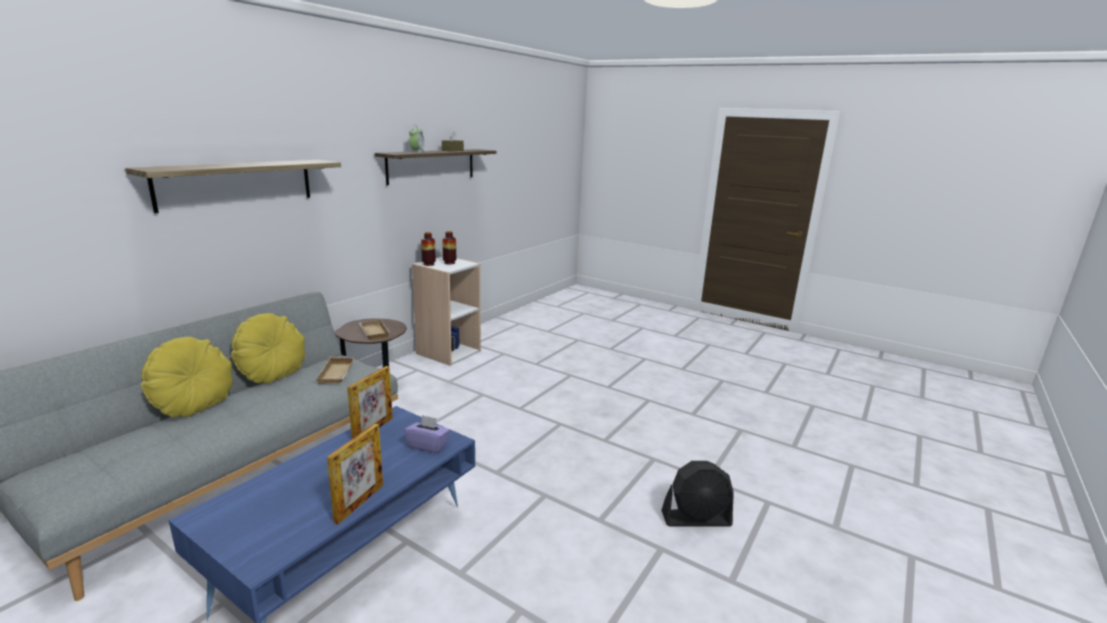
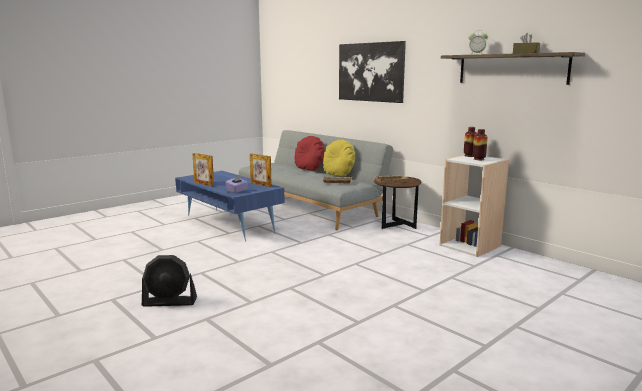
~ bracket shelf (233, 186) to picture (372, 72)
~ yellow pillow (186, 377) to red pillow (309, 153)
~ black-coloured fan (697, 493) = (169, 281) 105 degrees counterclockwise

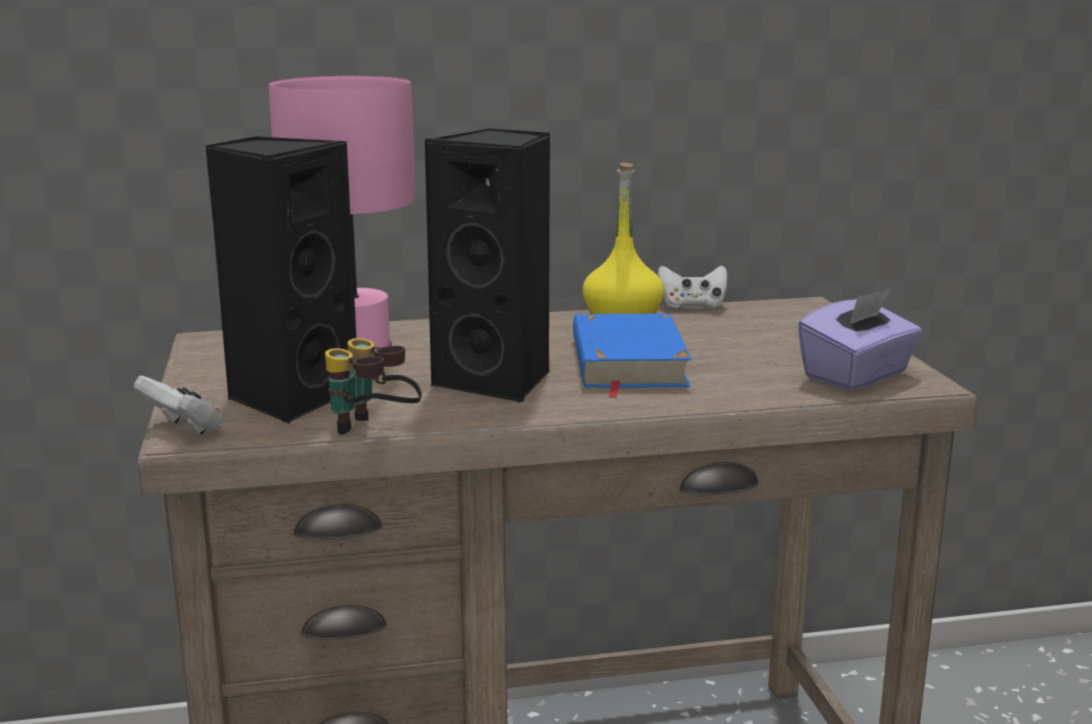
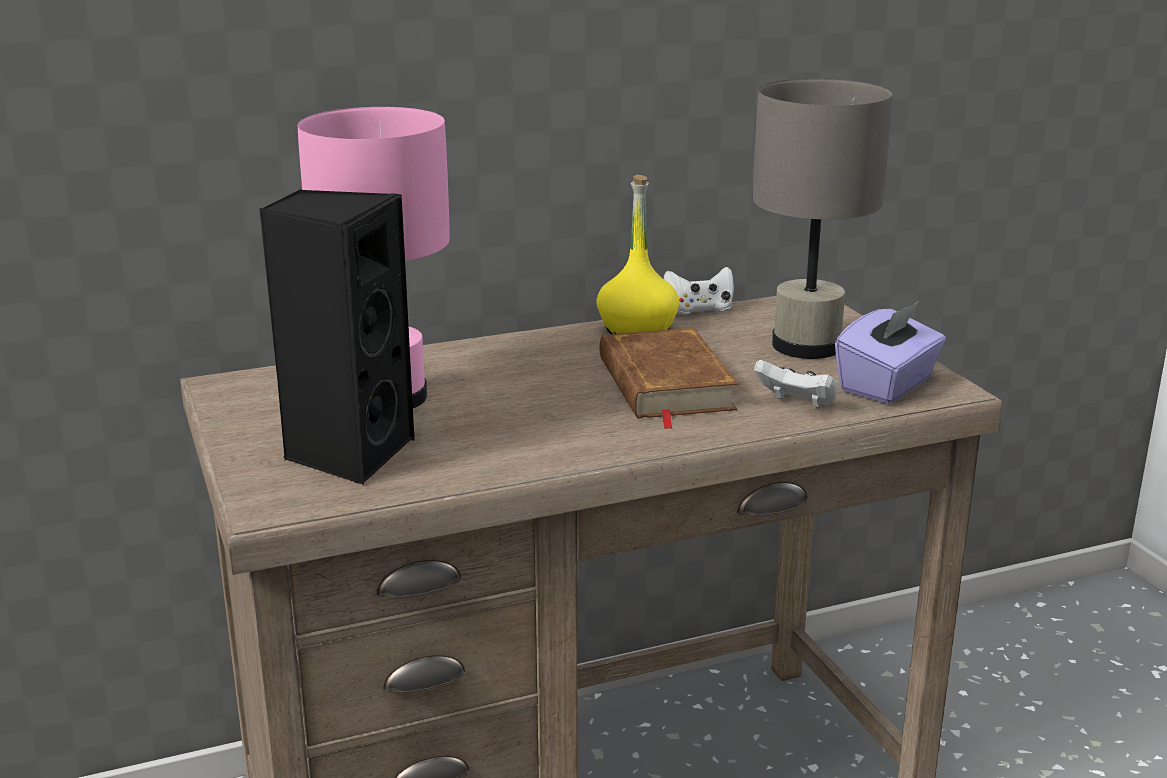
- black-coloured speaker (487, 266)
~ blue-coloured bound book (632, 356) to brownish bound book (669, 378)
- pair of binoculars (373, 386)
~ white gamepad (179, 405) to (796, 384)
+ grey tabletop lamp (823, 219)

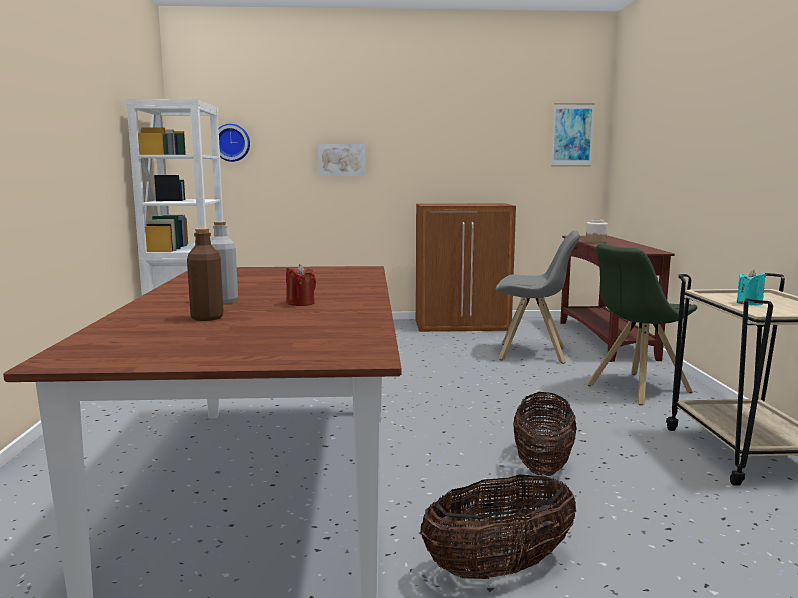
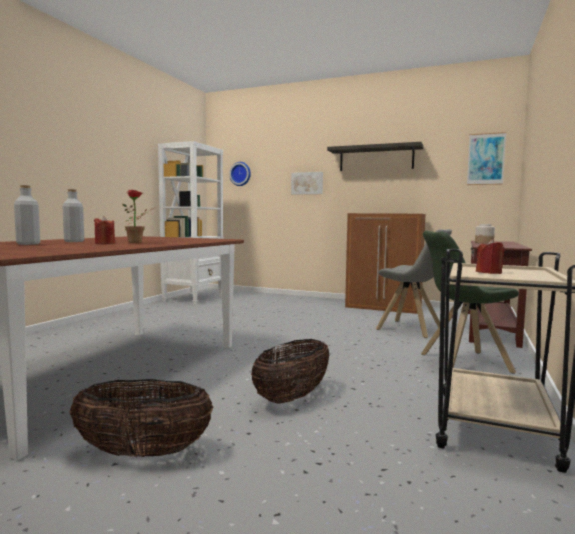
~ brownish bottle (205, 274) to grey bottle (27, 215)
~ blue-green wax candle (751, 288) to red wax candle (490, 256)
+ bracket shelf (375, 156)
+ potted plant (138, 216)

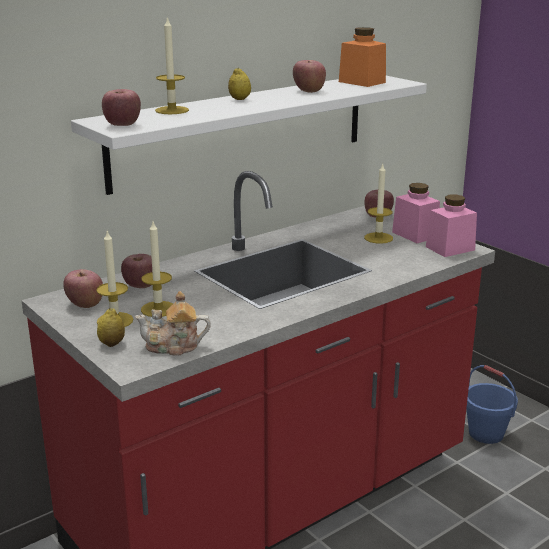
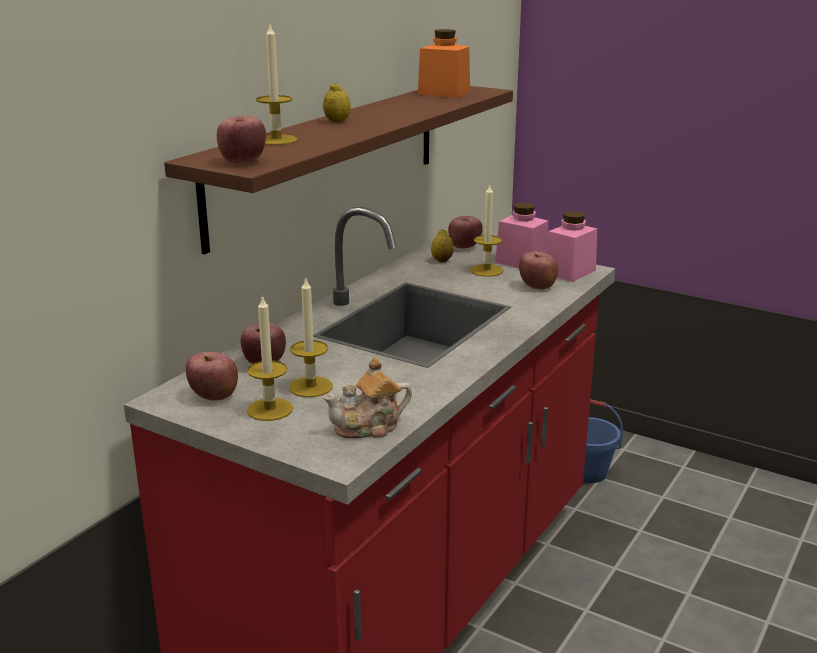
~ whole apple (309, 76) to (538, 270)
~ white bracket shelf (249, 135) to brownish bracket shelf (338, 170)
~ whole lemon (111, 327) to (442, 246)

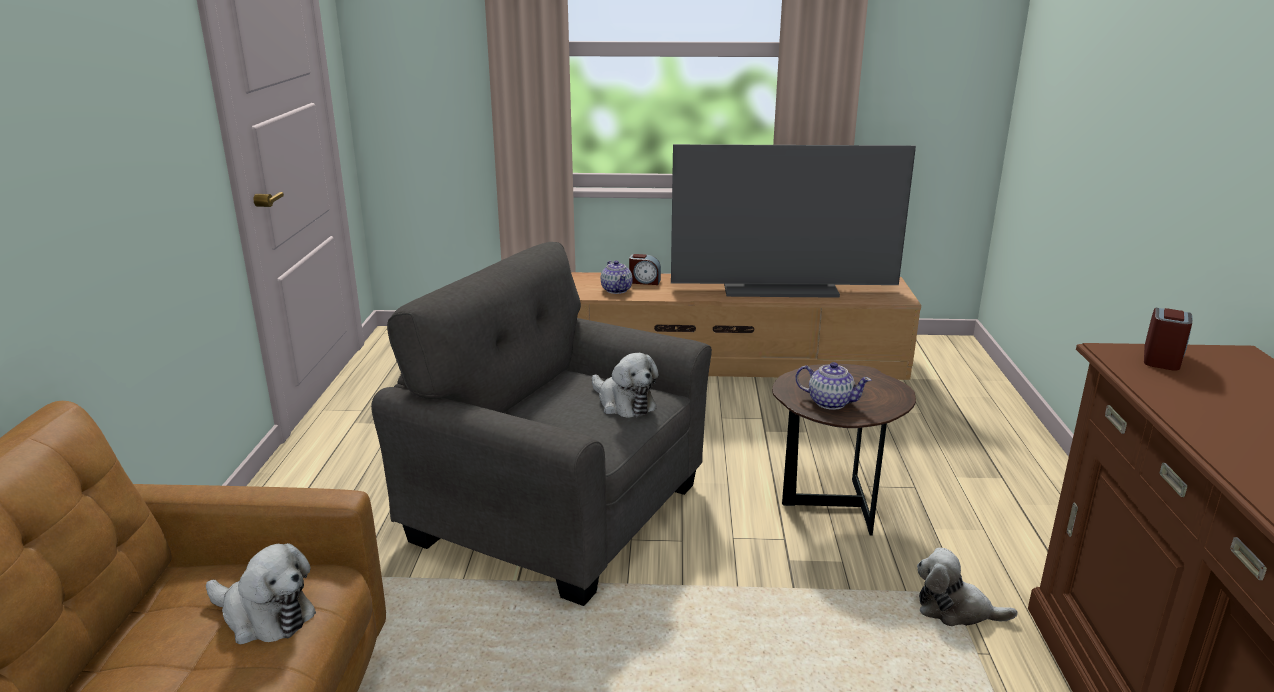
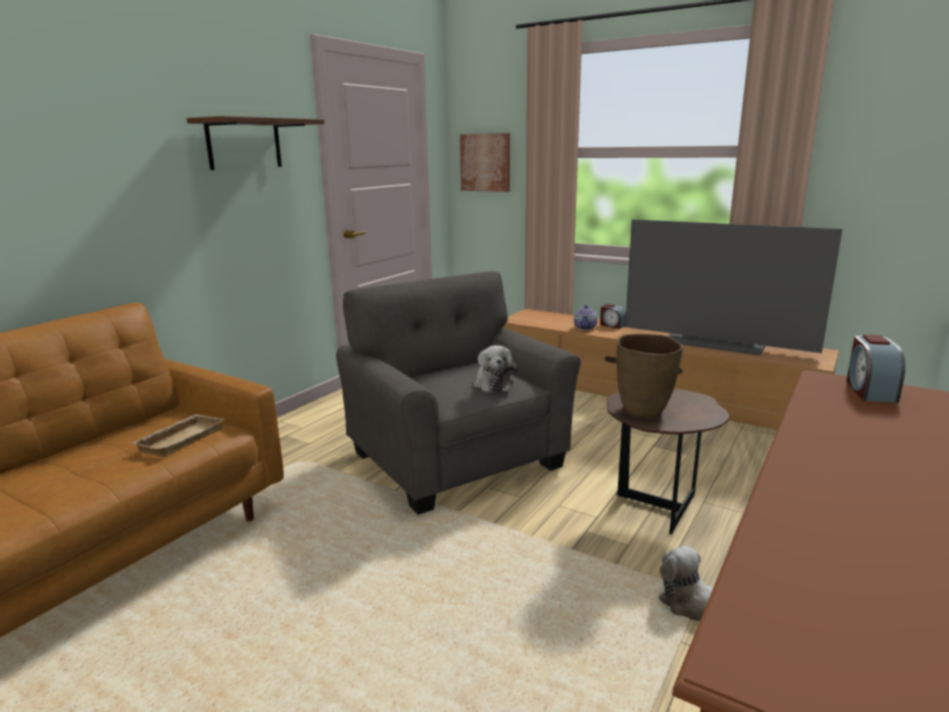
~ bedside clock (1168, 339) = (875, 368) 135 degrees clockwise
~ teapot (833, 386) to brownish decorative vase (649, 376)
~ plush toy (261, 593) to beige tray (177, 435)
+ bracket shelf (255, 143)
+ picture (485, 162)

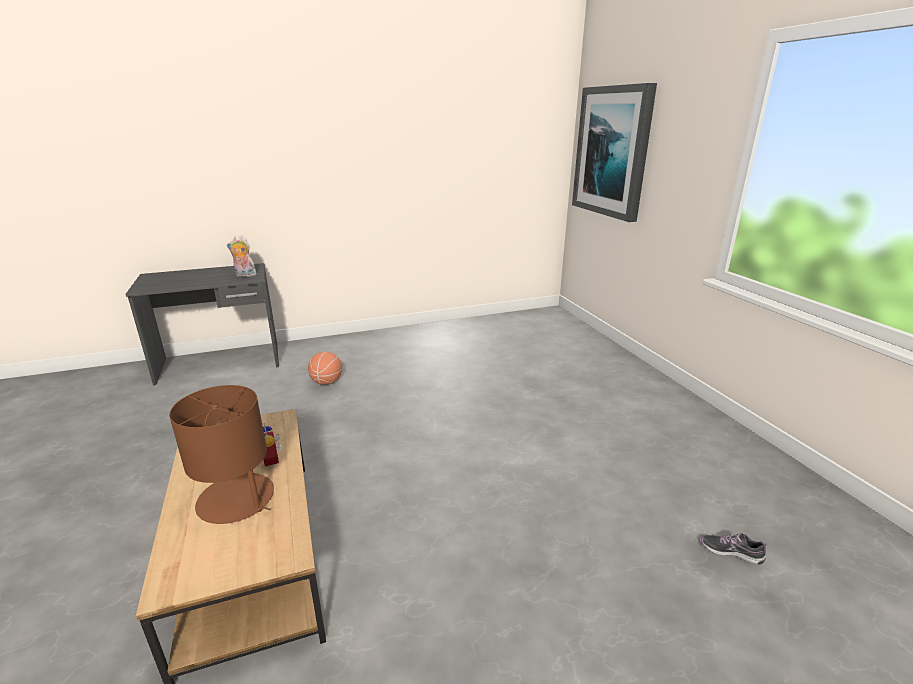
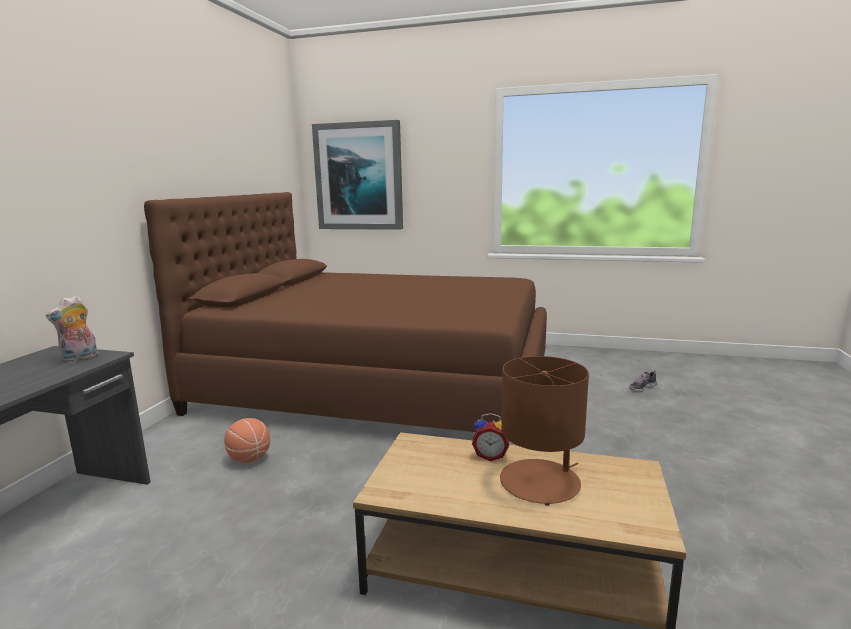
+ brownish bedroom bed (345, 312)

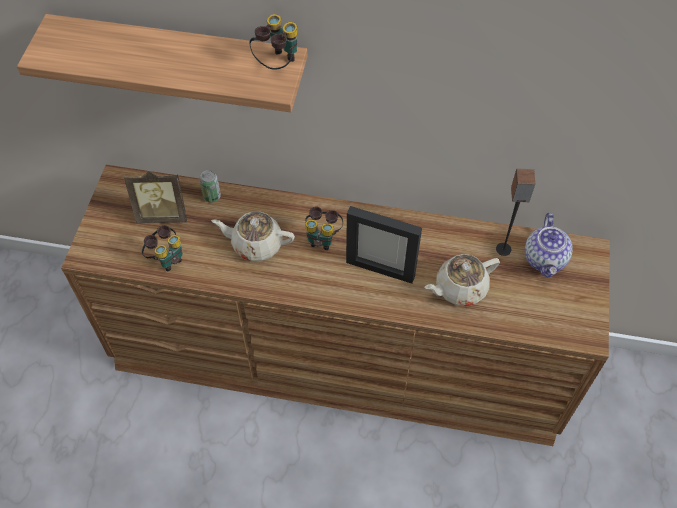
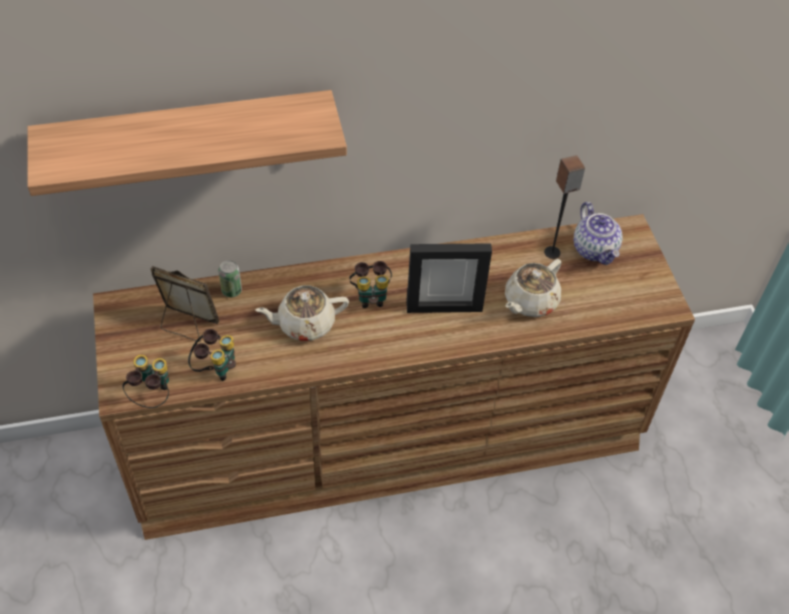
~ pair of binoculars (273, 42) to (145, 381)
~ picture frame (155, 197) = (185, 304) 135 degrees counterclockwise

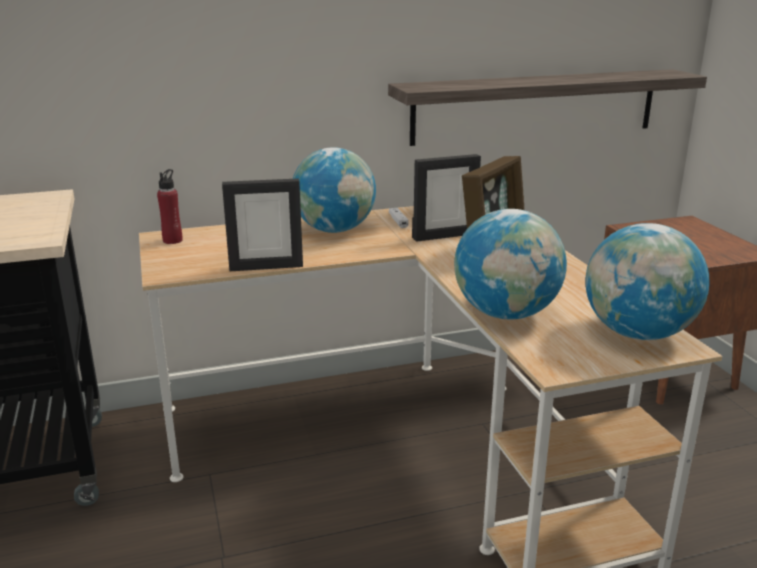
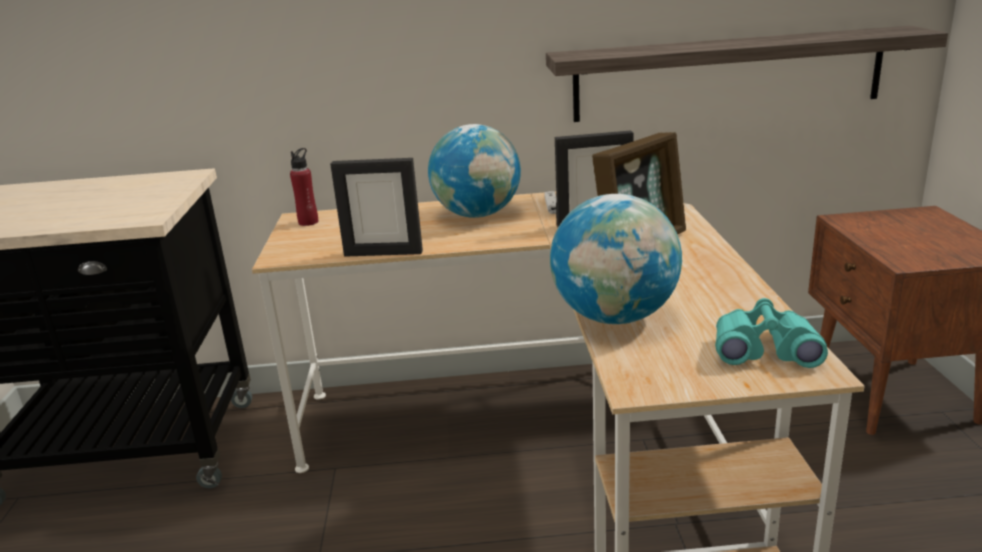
~ world globe (647, 281) to blue-green pair of binoculars (771, 333)

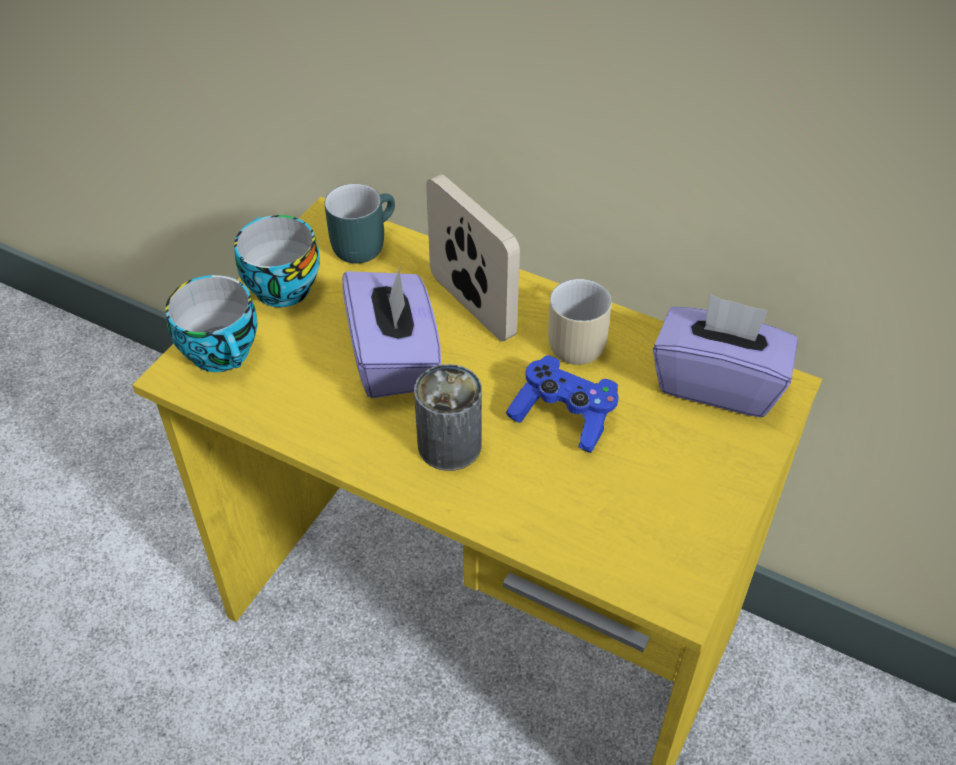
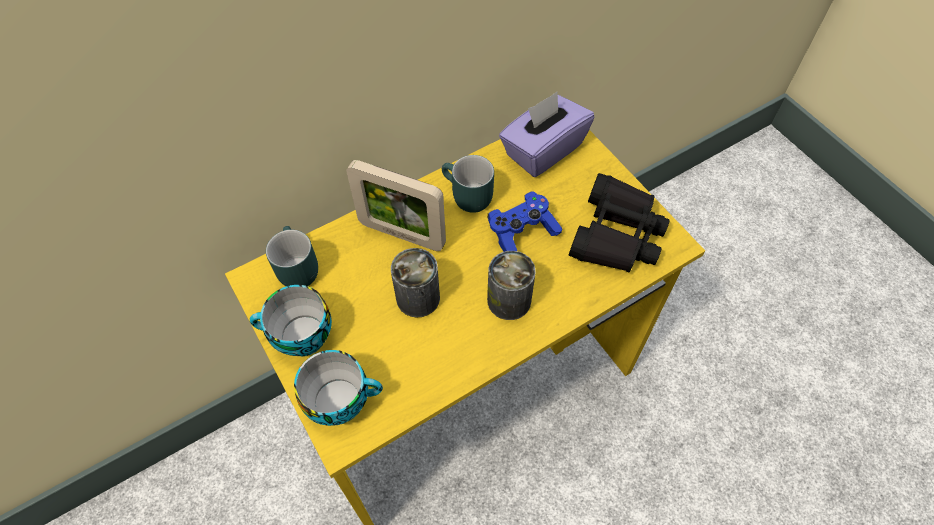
~ picture frame (473, 257) = (396, 205) 150 degrees counterclockwise
~ purple tissue box (391, 333) to can (415, 283)
~ beige mug (580, 322) to blue-green mug (468, 184)
+ black-coloured pair of binoculars (619, 222)

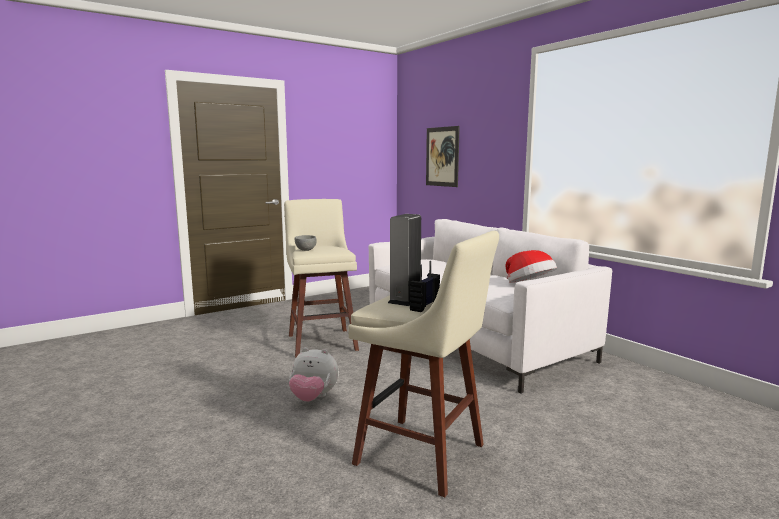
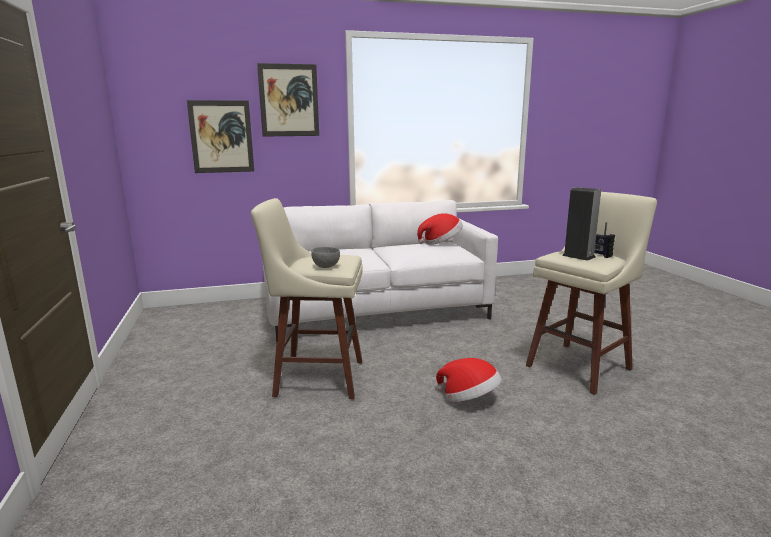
~ plush toy (314, 375) to hat (469, 380)
+ picture (288, 100)

